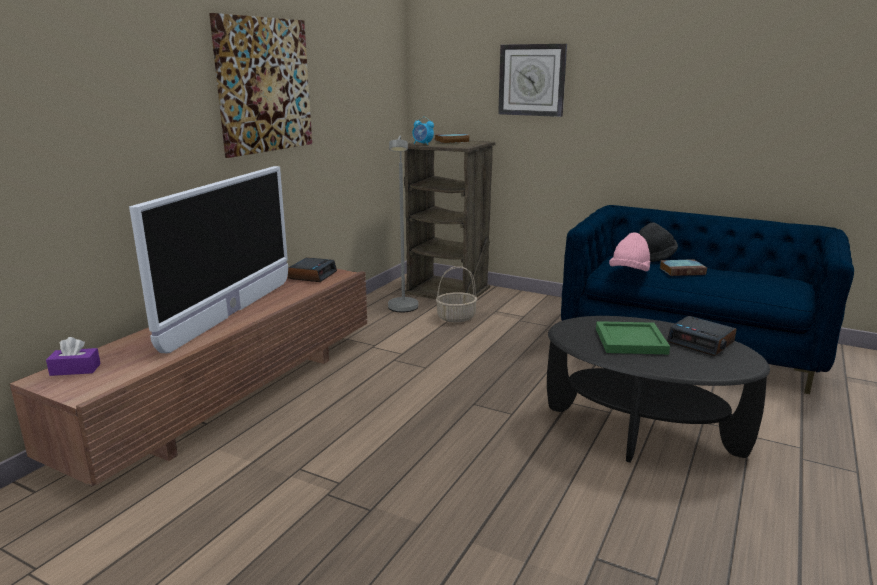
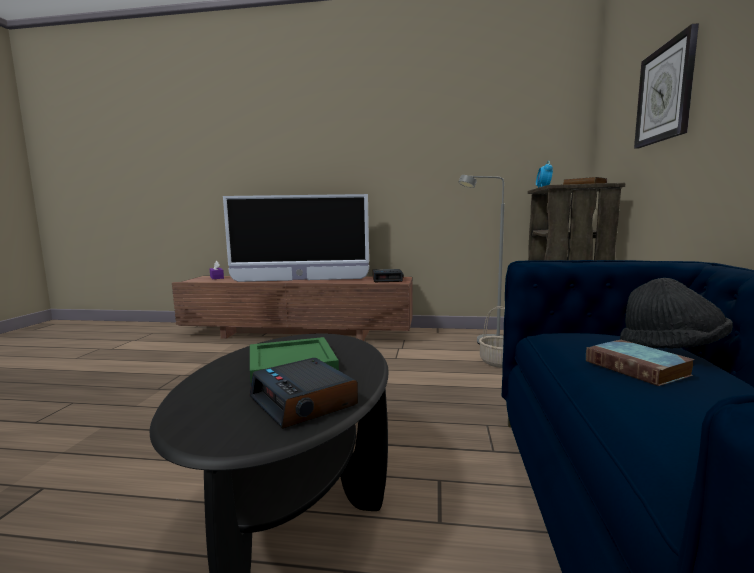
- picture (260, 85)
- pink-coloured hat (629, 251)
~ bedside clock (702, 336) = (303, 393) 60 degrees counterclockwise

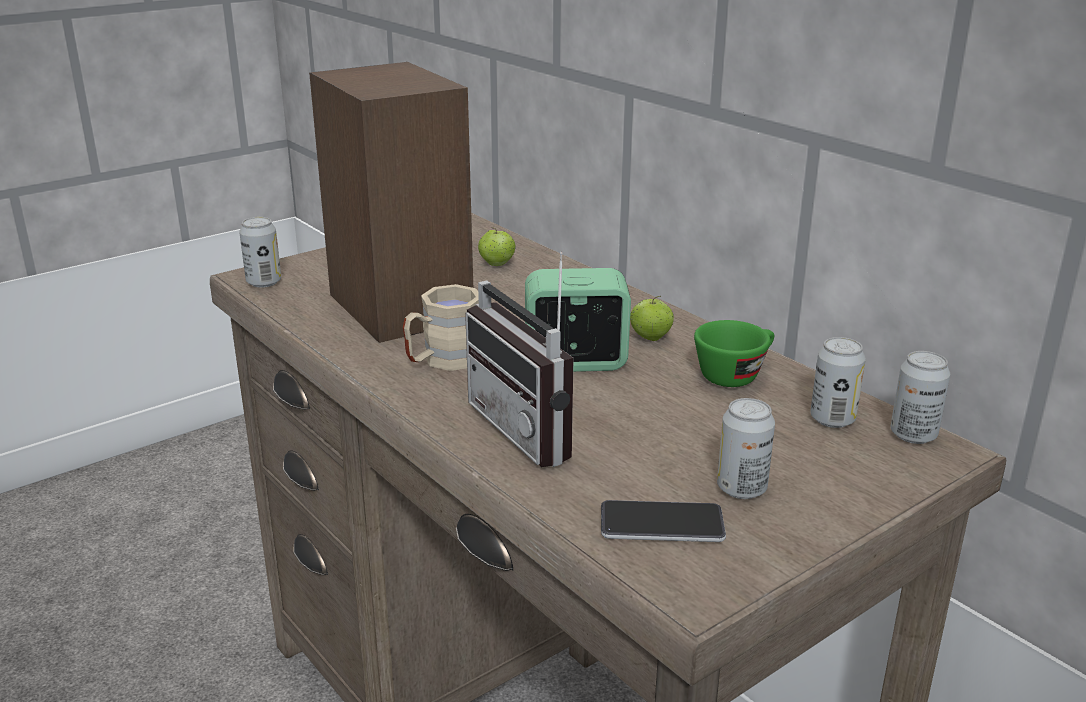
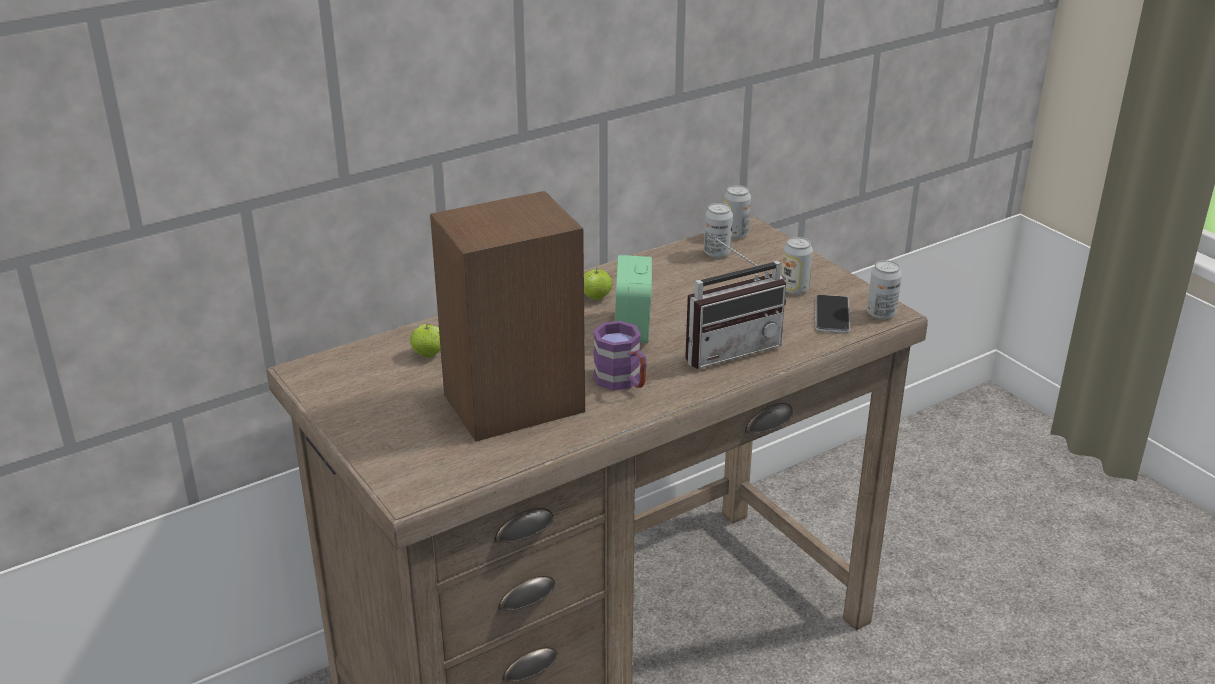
~ can (260, 252) to (884, 290)
~ beige mug (441, 327) to purple mug (620, 356)
- green-coloured small cup (734, 353)

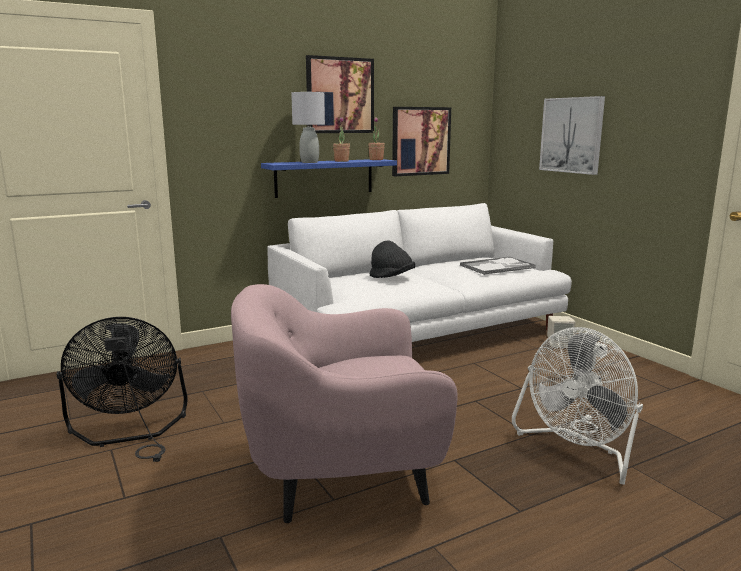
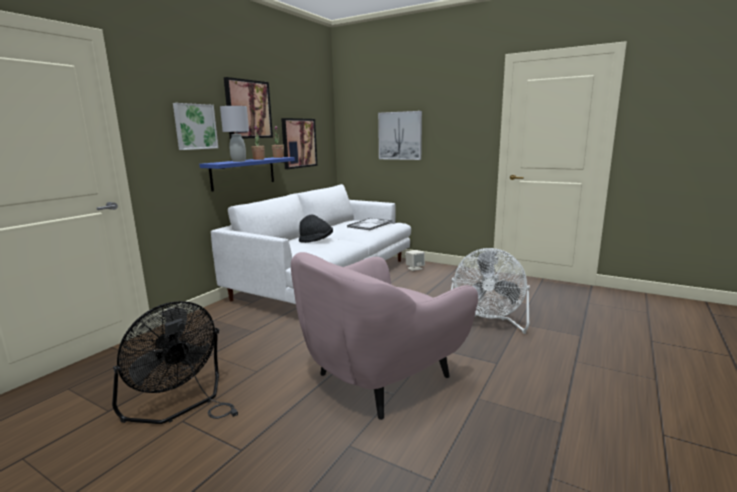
+ picture (195, 126)

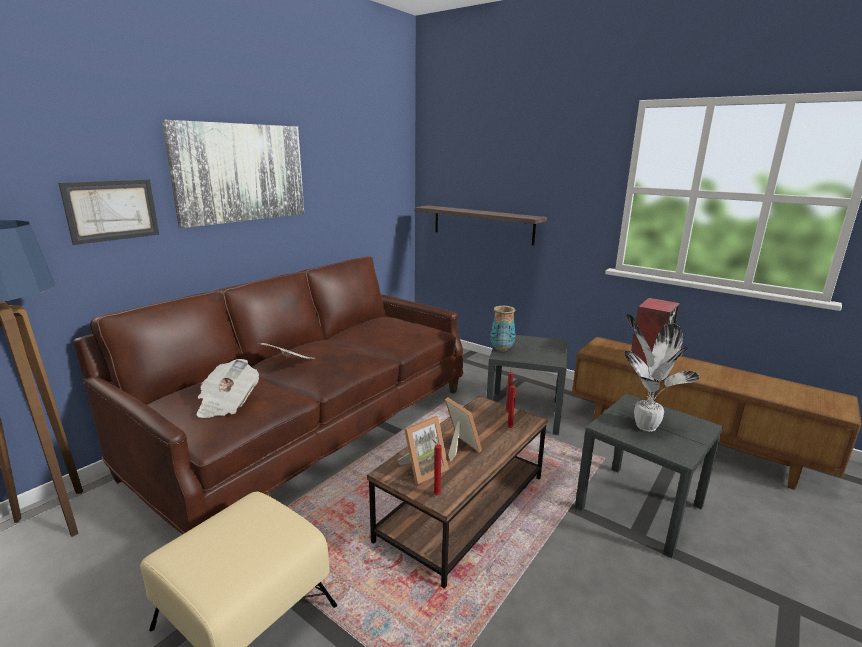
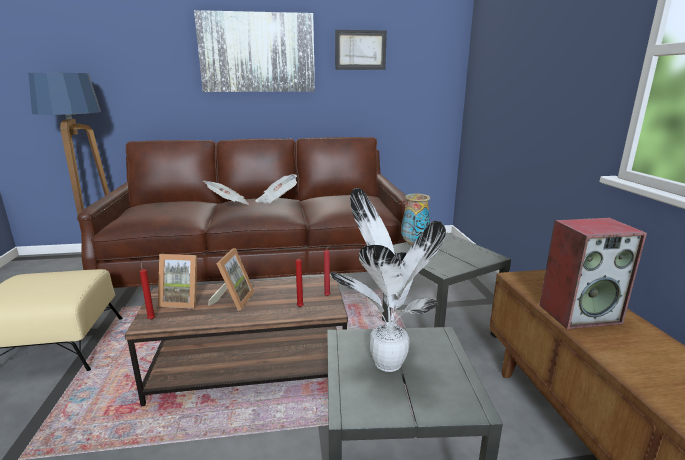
~ picture (108, 212) to (361, 50)
- bracket shelf (481, 225)
~ daily paper (227, 388) to (276, 189)

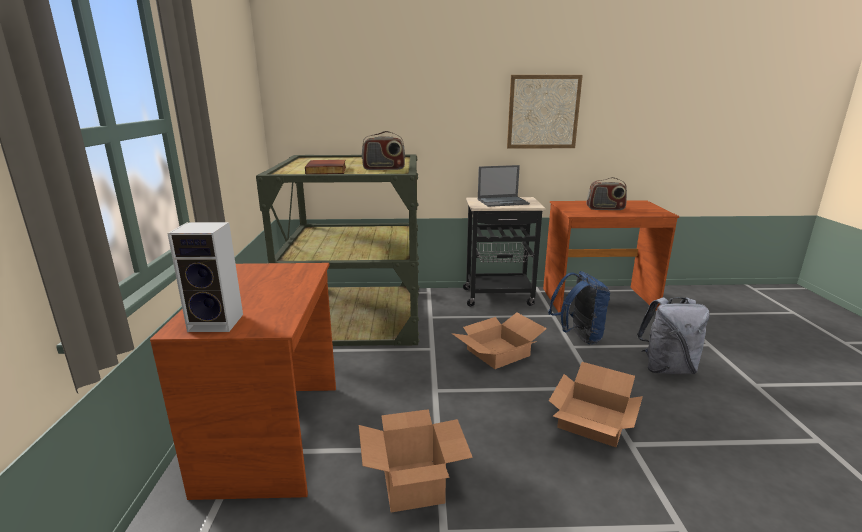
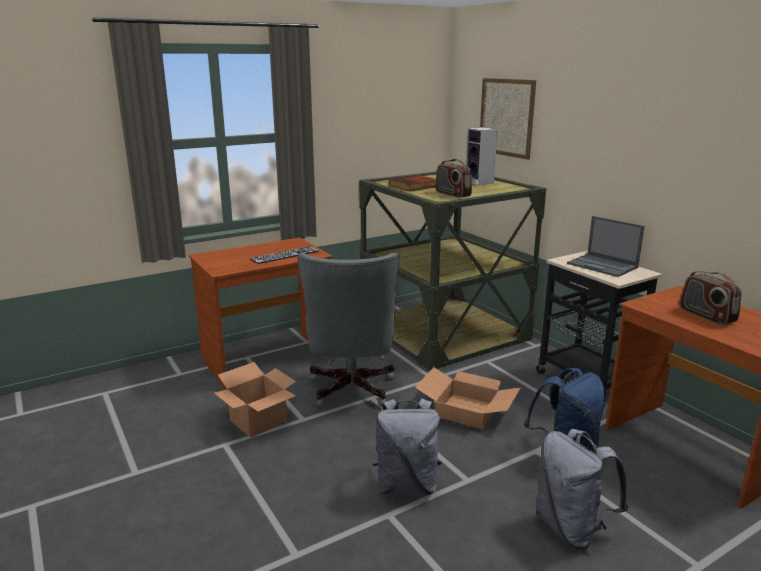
~ picture (545, 111) to (508, 119)
~ speaker (205, 277) to (481, 156)
~ packing box (596, 404) to grey rucksack (407, 447)
+ PC keyboard (284, 255)
+ grey office chair (348, 330)

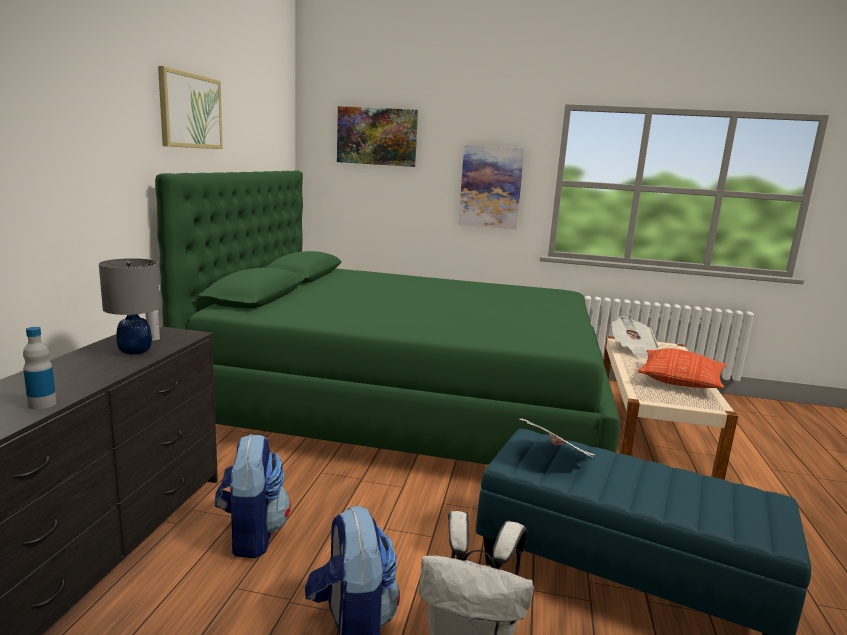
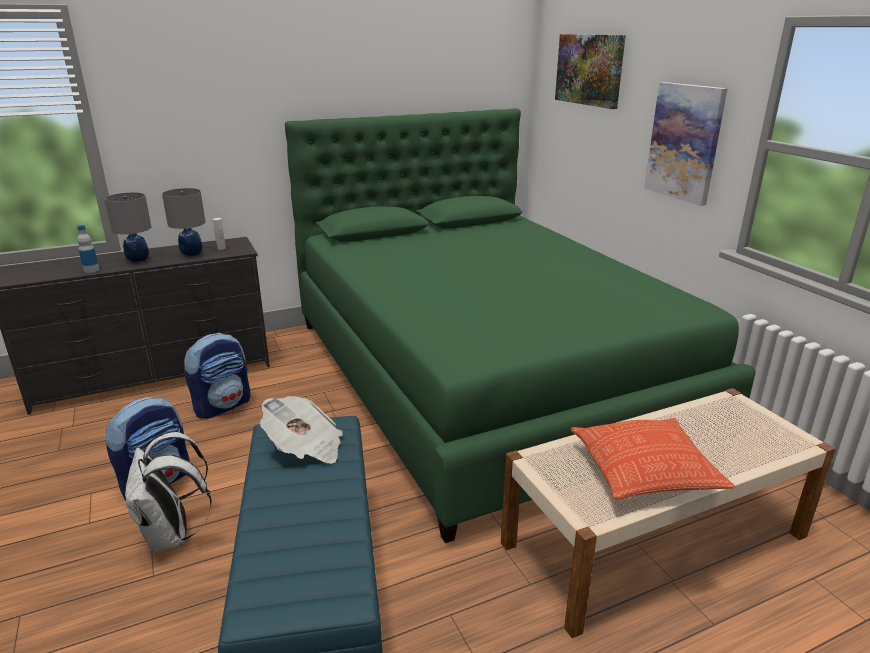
- picture (190, 107)
- daily paper (635, 337)
+ grey tabletop lamp (127, 227)

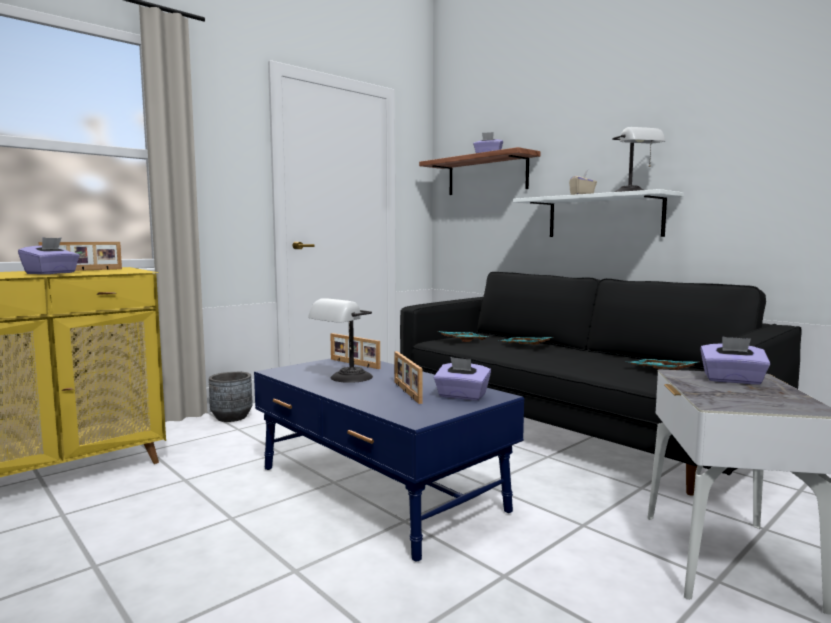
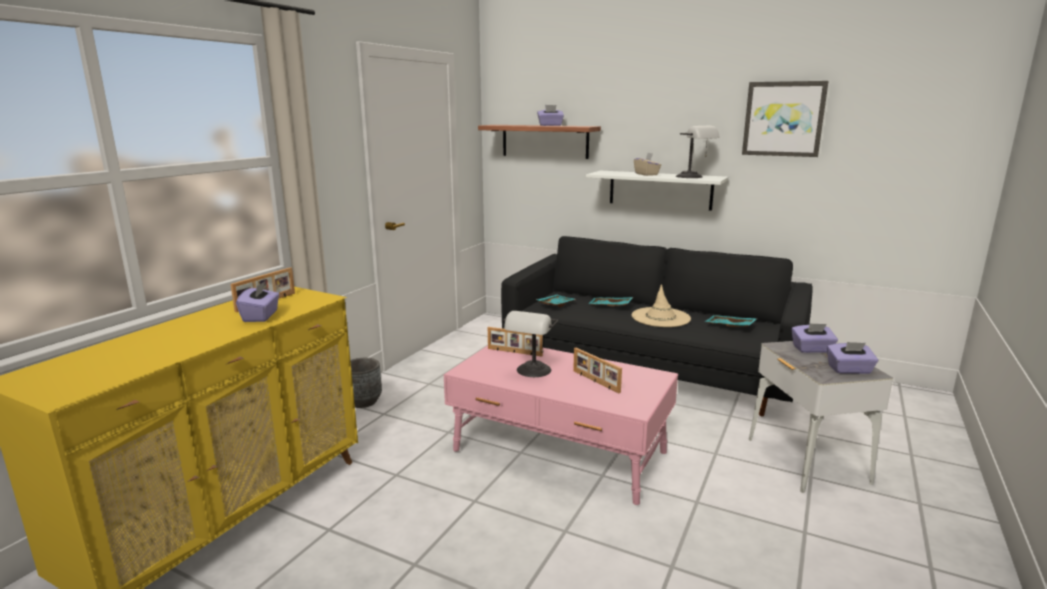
~ purple tissue box (462, 379) to (852, 358)
~ blue-coloured coffee table (389, 460) to pink-coloured coffee table (560, 425)
+ picture (785, 119)
+ beige hat (661, 305)

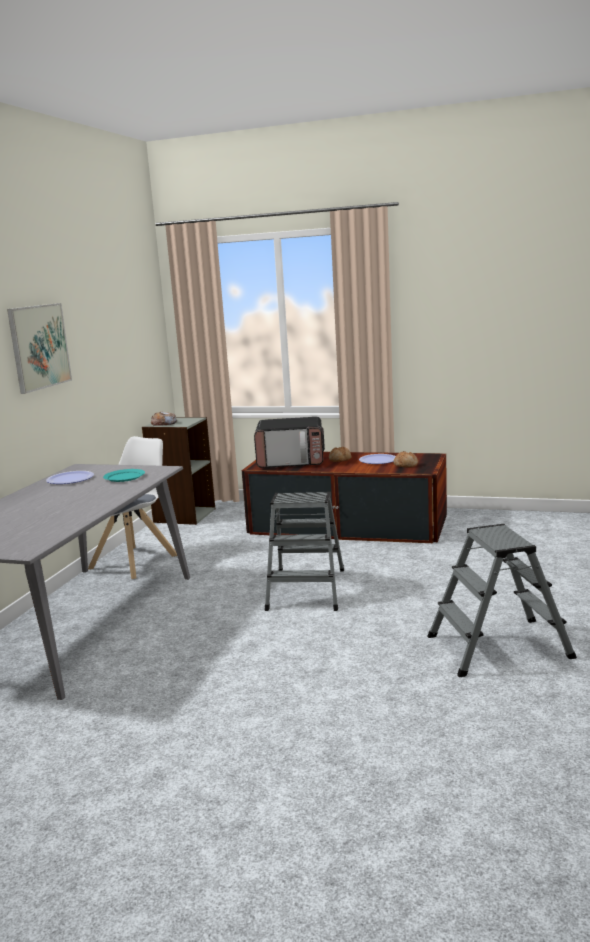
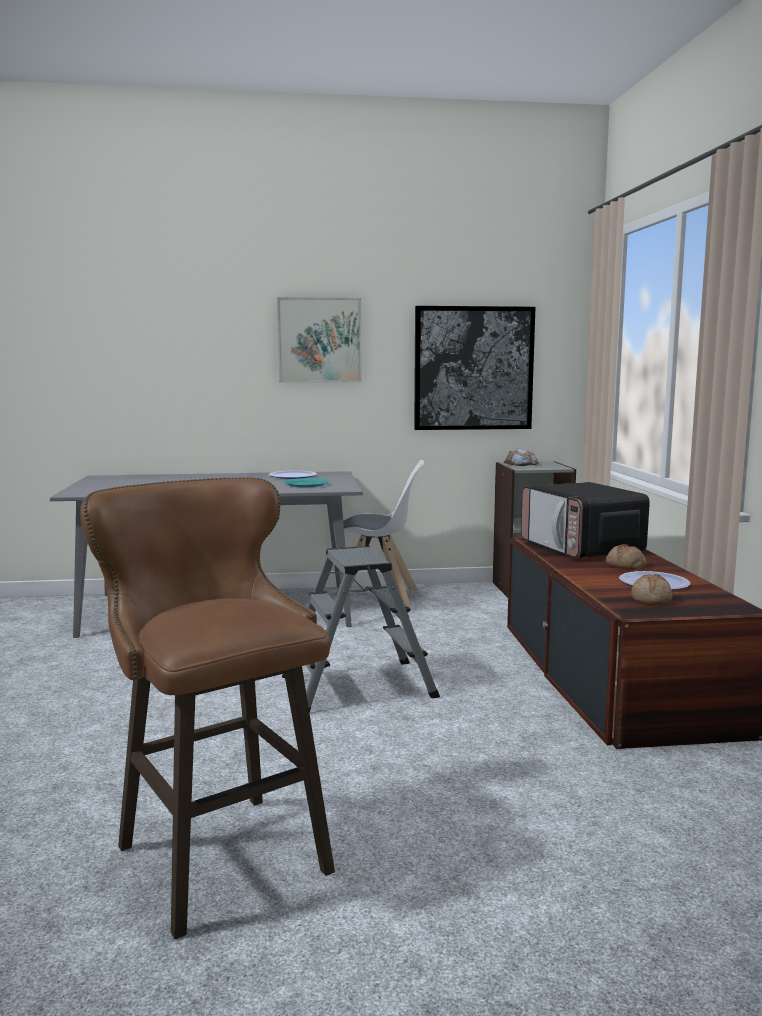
~ grey step ladder (502, 600) to brownish stool (208, 708)
+ picture (475, 368)

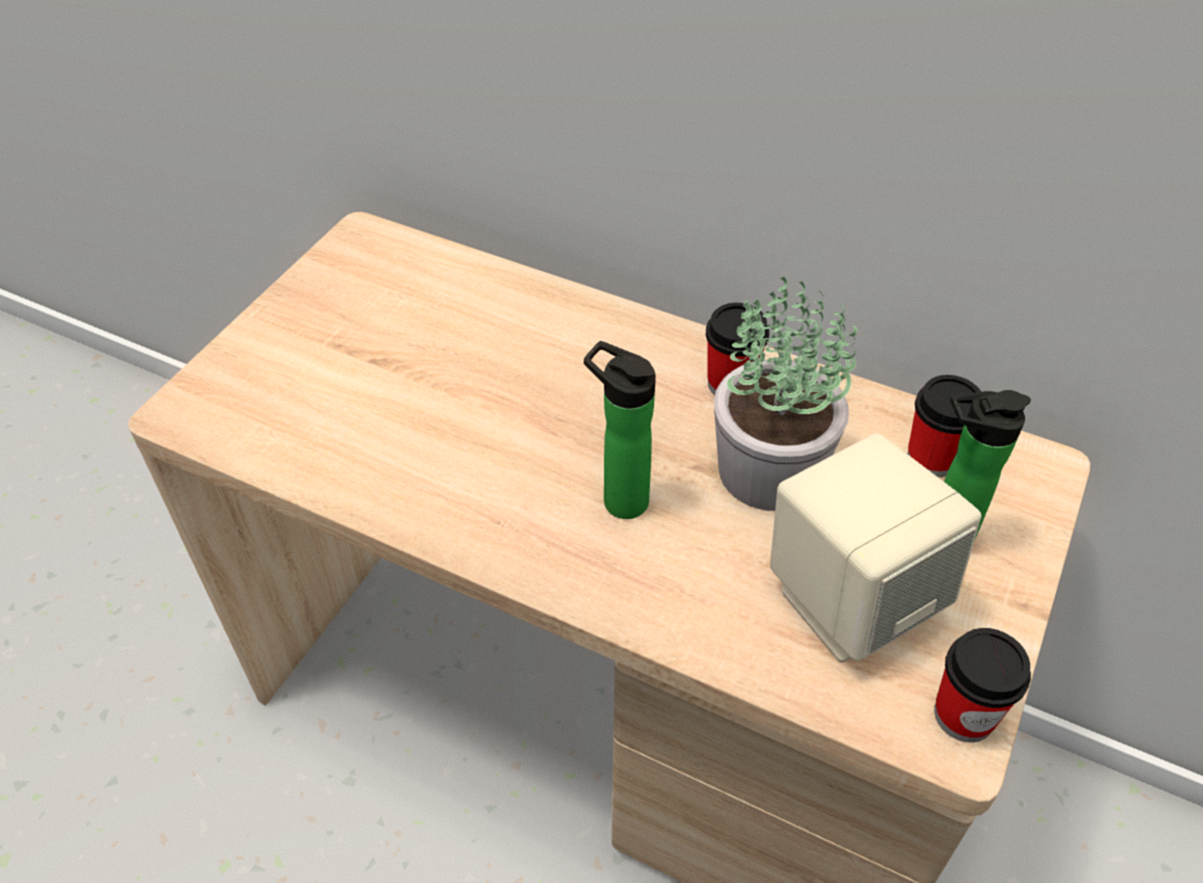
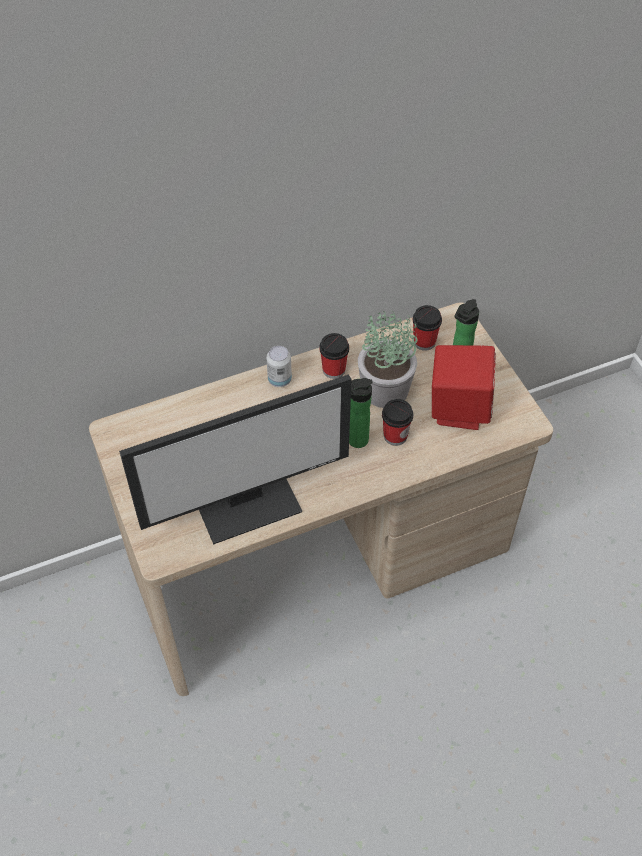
~ beige speaker (875, 547) to red speaker (464, 387)
~ small cup (982, 685) to (397, 422)
+ can (279, 366)
+ computer display (235, 459)

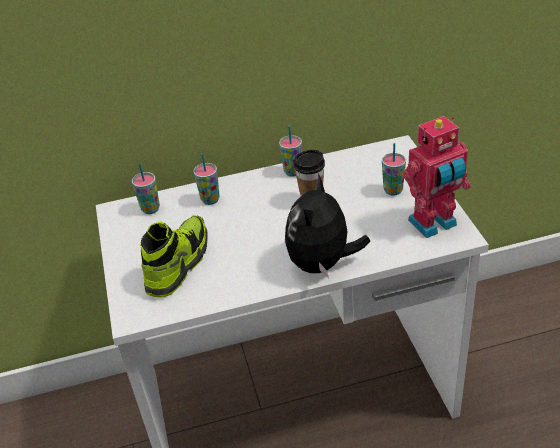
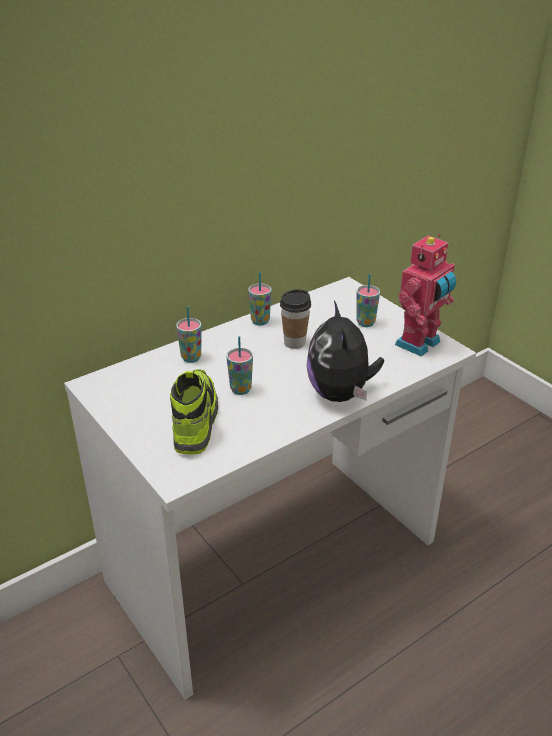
~ small cup (146, 188) to (239, 365)

